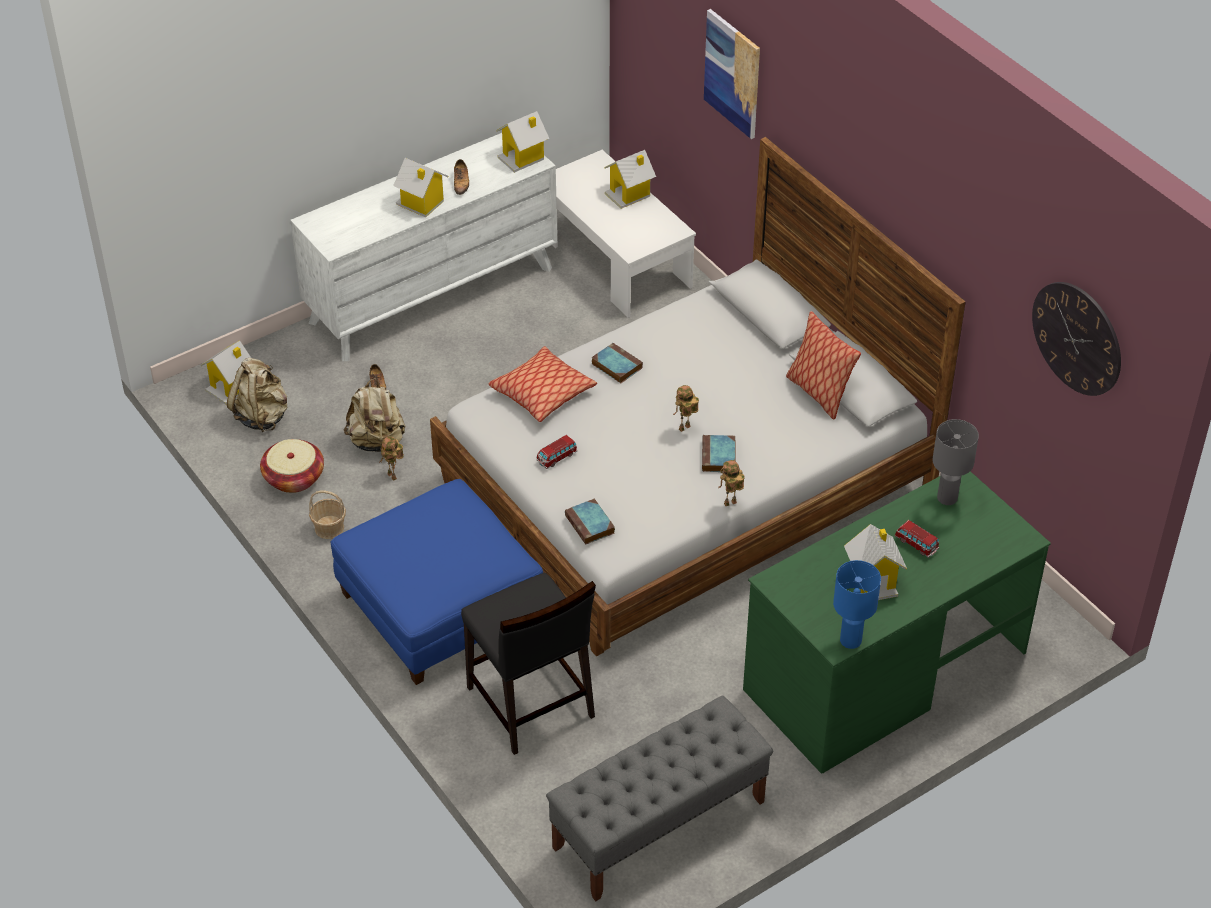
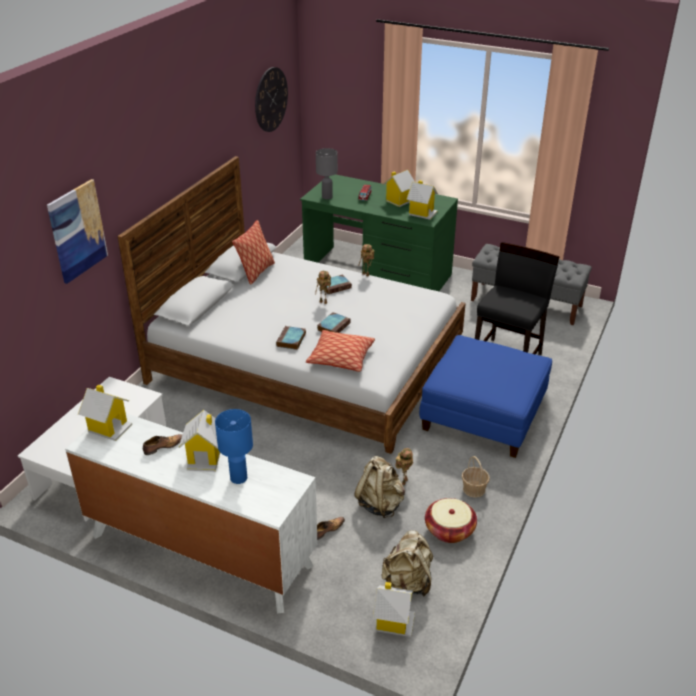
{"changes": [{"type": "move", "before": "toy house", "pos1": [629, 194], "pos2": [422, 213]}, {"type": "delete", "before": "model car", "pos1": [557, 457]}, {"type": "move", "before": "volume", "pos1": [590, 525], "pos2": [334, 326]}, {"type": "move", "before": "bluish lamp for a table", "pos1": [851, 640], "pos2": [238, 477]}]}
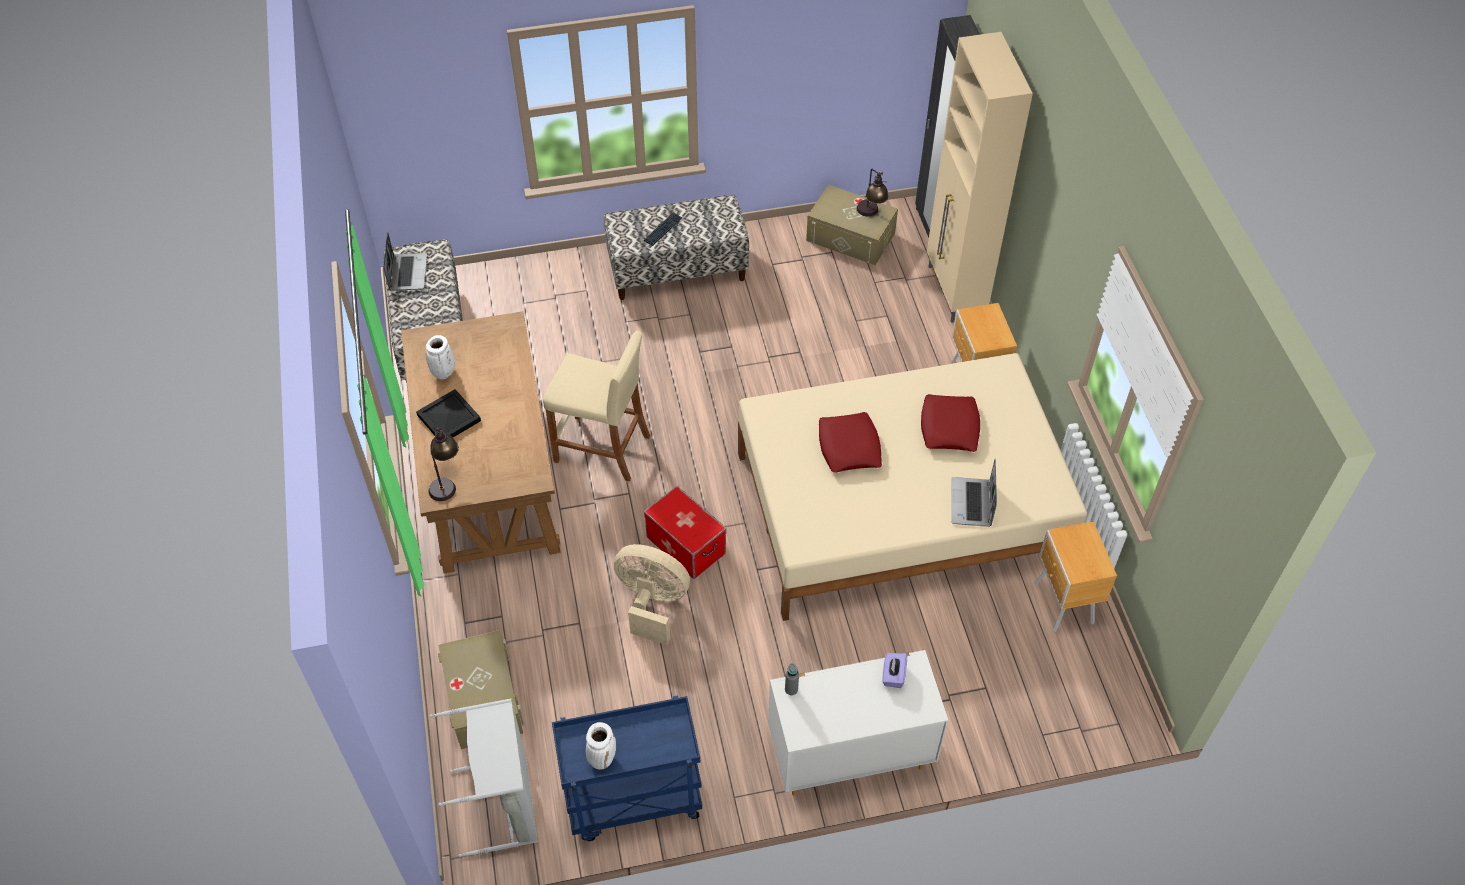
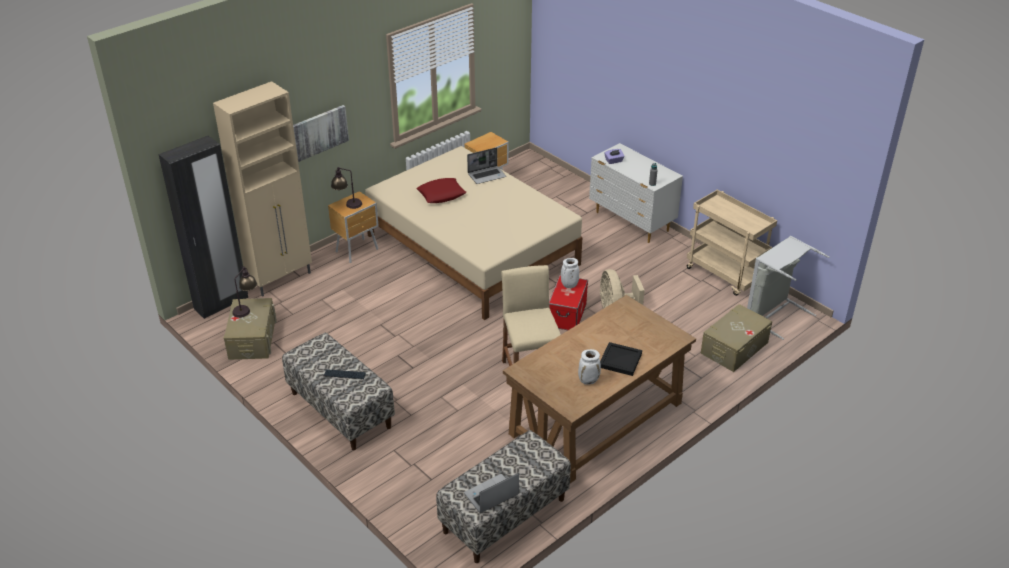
{"changes": [{"type": "delete", "before": "red cushion", "pos1": [849, 447]}, {"type": "move", "before": "lamp for a table", "pos1": [446, 481], "pos2": [347, 205]}, {"type": "recolor", "before": "bluish trolley", "after": "sand-coloured trolley", "pos1": [632, 801], "pos2": [725, 275]}, {"type": "move", "before": "whitish flower vase", "pos1": [602, 758], "pos2": [569, 285]}, {"type": "insert", "after": "wall art", "pos2": [319, 132]}]}
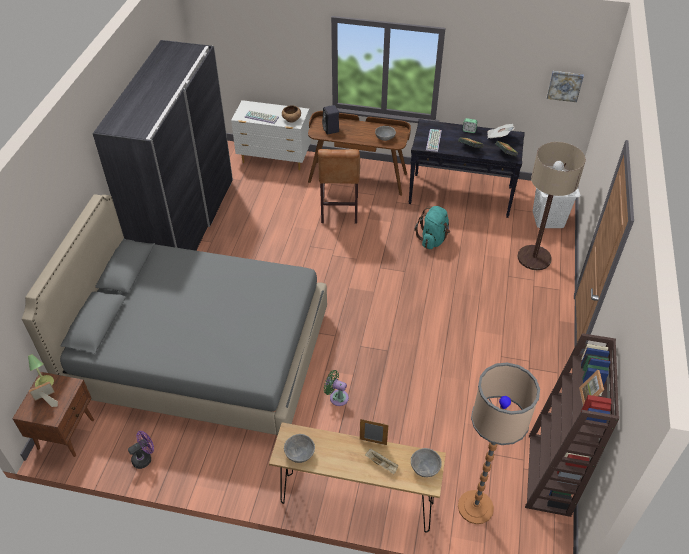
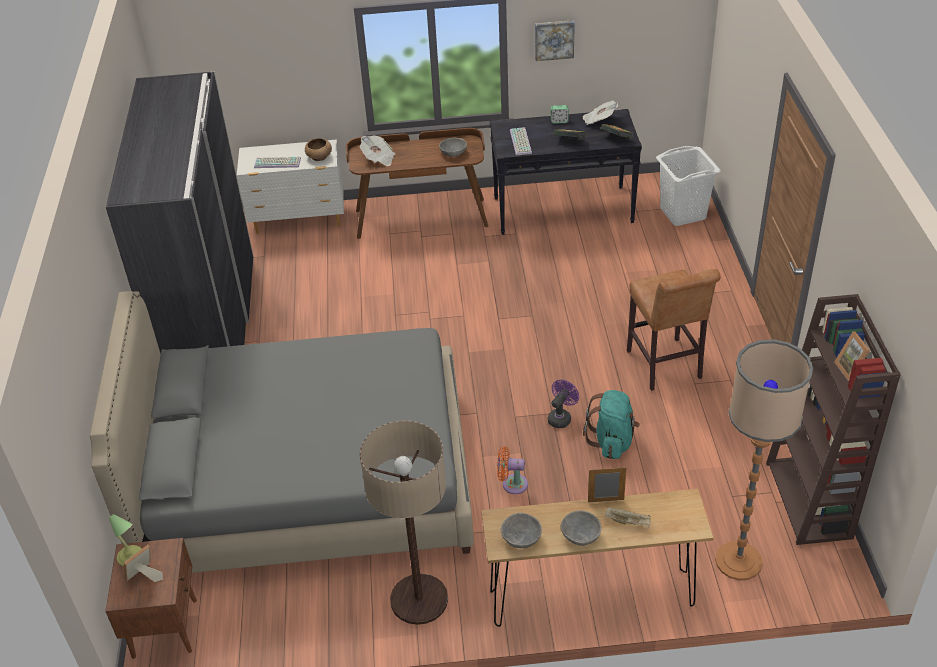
{"changes": [{"type": "move", "before": "wall art", "pos1": [564, 85], "pos2": [554, 39]}, {"type": "replace", "before": "black speaker", "after": "newspaper", "pos1": [331, 130], "pos2": [378, 158]}, {"type": "move", "before": "standing lamp", "pos1": [534, 258], "pos2": [419, 599]}, {"type": "move", "before": "brown-coloured stool", "pos1": [339, 212], "pos2": [665, 367]}, {"type": "move", "before": "turquoise knapsack", "pos1": [433, 239], "pos2": [612, 441]}, {"type": "recolor", "before": "greenish cooling fan", "after": "orange-coloured cooling fan", "pos1": [337, 397], "pos2": [512, 484]}, {"type": "move", "before": "purple-coloured cooling fan", "pos1": [144, 458], "pos2": [561, 417]}, {"type": "move", "before": "grey serving bowl", "pos1": [424, 467], "pos2": [580, 535]}]}
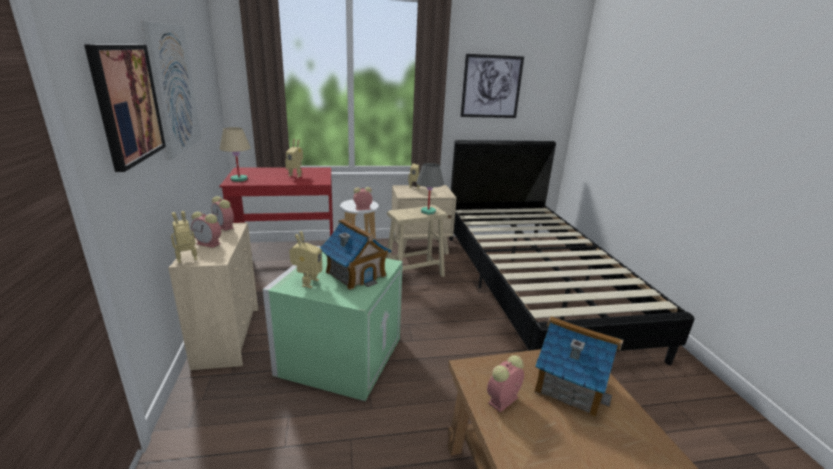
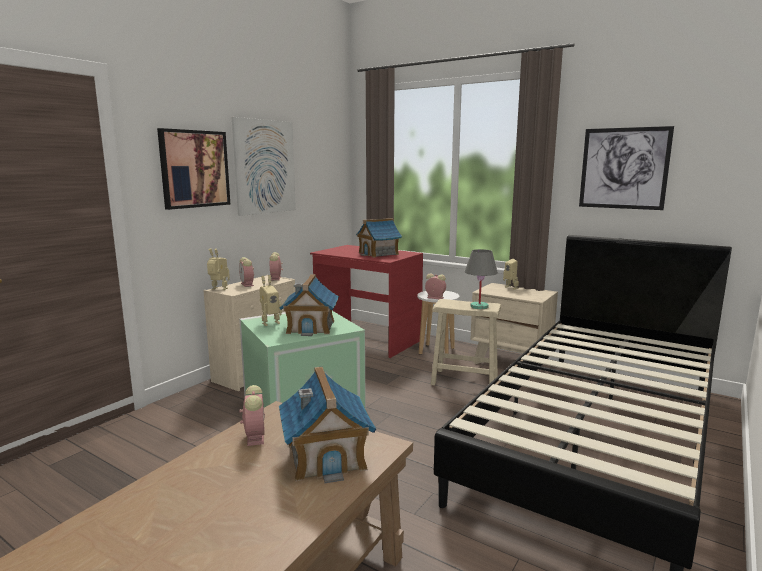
{"changes": [{"type": "delete", "before": "sand-coloured lamp for a table", "pos1": [238, 179]}, {"type": "replace", "before": "model robot", "after": "toy house", "pos1": [296, 175], "pos2": [378, 253]}, {"type": "rotate", "before": "alarm clock", "pos1": [502, 401], "pos2": [255, 436], "turn": 75}]}
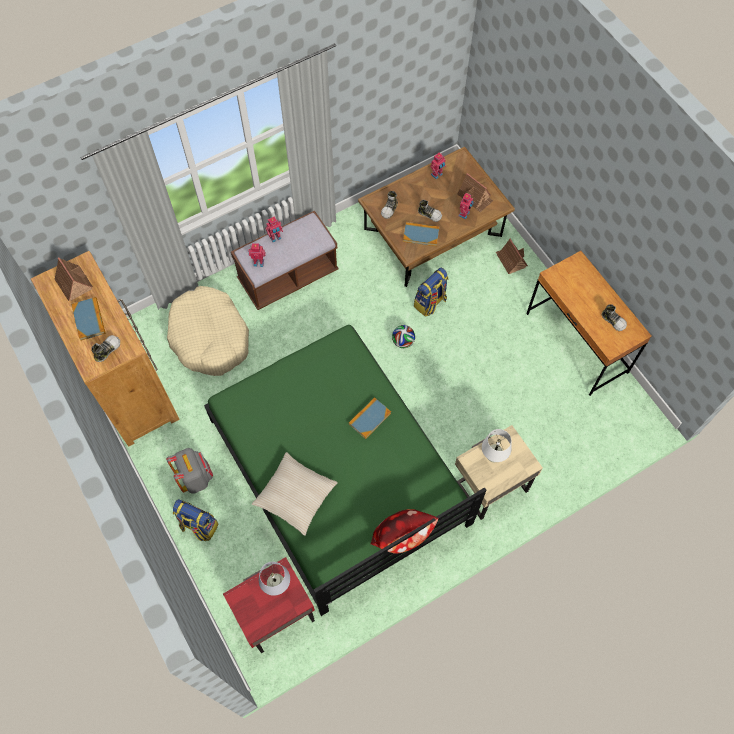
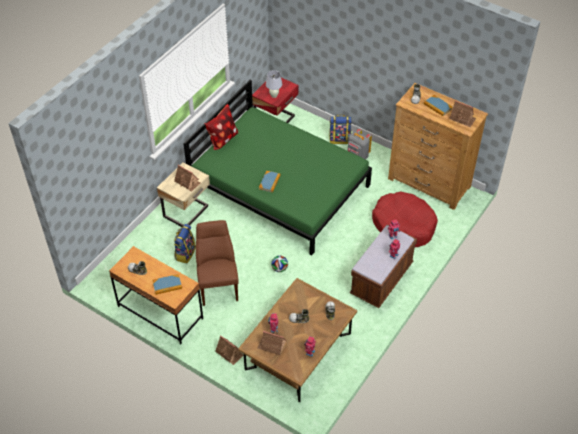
{"changes": [{"type": "move", "before": "volume", "pos1": [421, 235], "pos2": [167, 285]}, {"type": "move", "before": "knapsack", "pos1": [430, 303], "pos2": [185, 253]}, {"type": "recolor", "before": "sand-coloured dog bed", "after": "red dog bed", "pos1": [210, 337], "pos2": [404, 225]}, {"type": "replace", "before": "whitish lamp for a table", "after": "toy house", "pos1": [493, 457], "pos2": [187, 182]}, {"type": "delete", "before": "sand-coloured cushion", "pos1": [295, 496]}, {"type": "insert", "after": "brown-coloured chair", "pos2": [218, 284]}]}
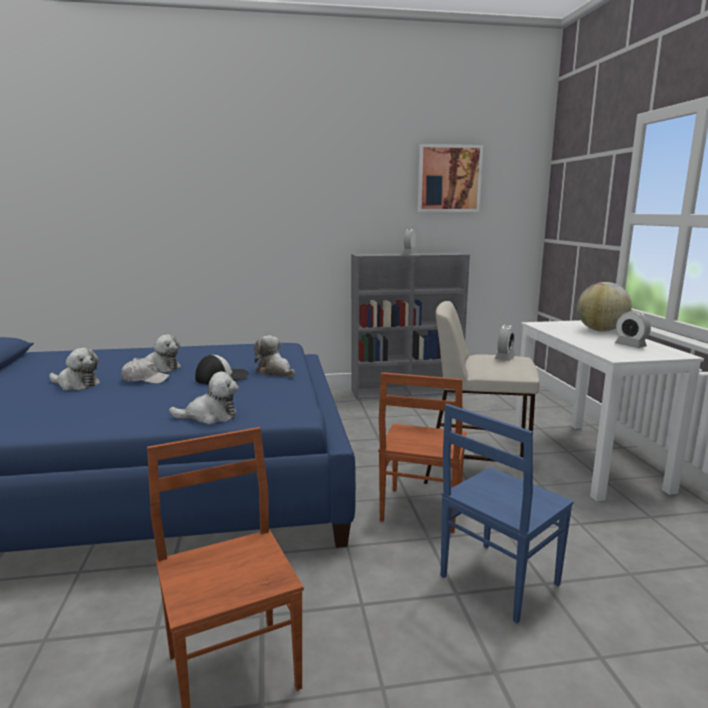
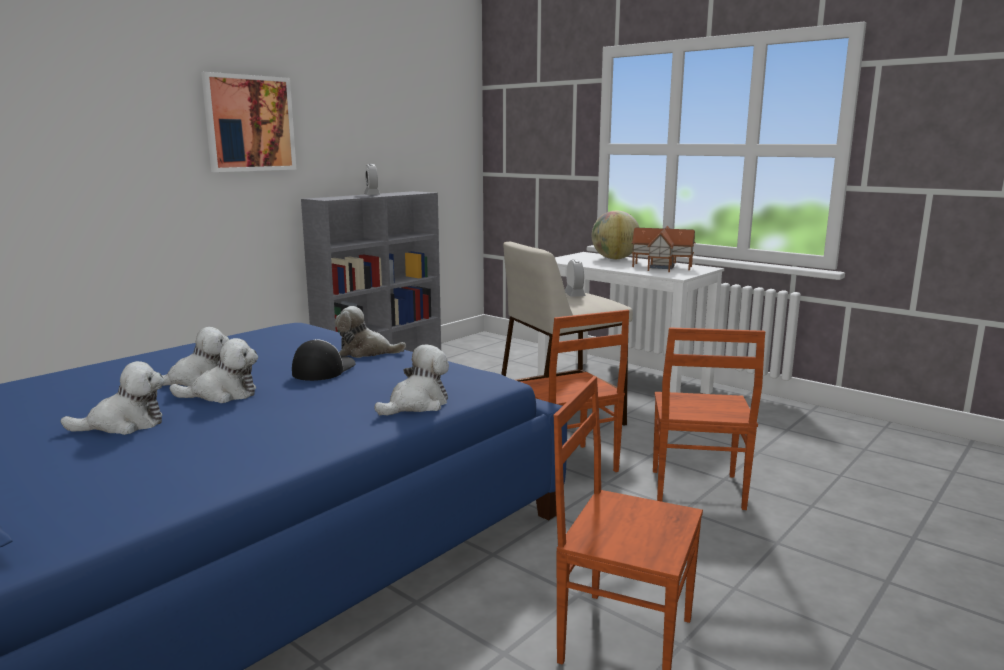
{"changes": [{"type": "move", "before": "wall art", "pos1": [449, 178], "pos2": [249, 123]}, {"type": "replace", "before": "alarm clock", "after": "toy house", "pos1": [630, 345], "pos2": [663, 266]}, {"type": "replace", "before": "whitish cap", "after": "cuddly toy", "pos1": [145, 379], "pos2": [223, 394]}, {"type": "recolor", "before": "bluish chair", "after": "brown-coloured chair", "pos1": [497, 580], "pos2": [695, 490]}]}
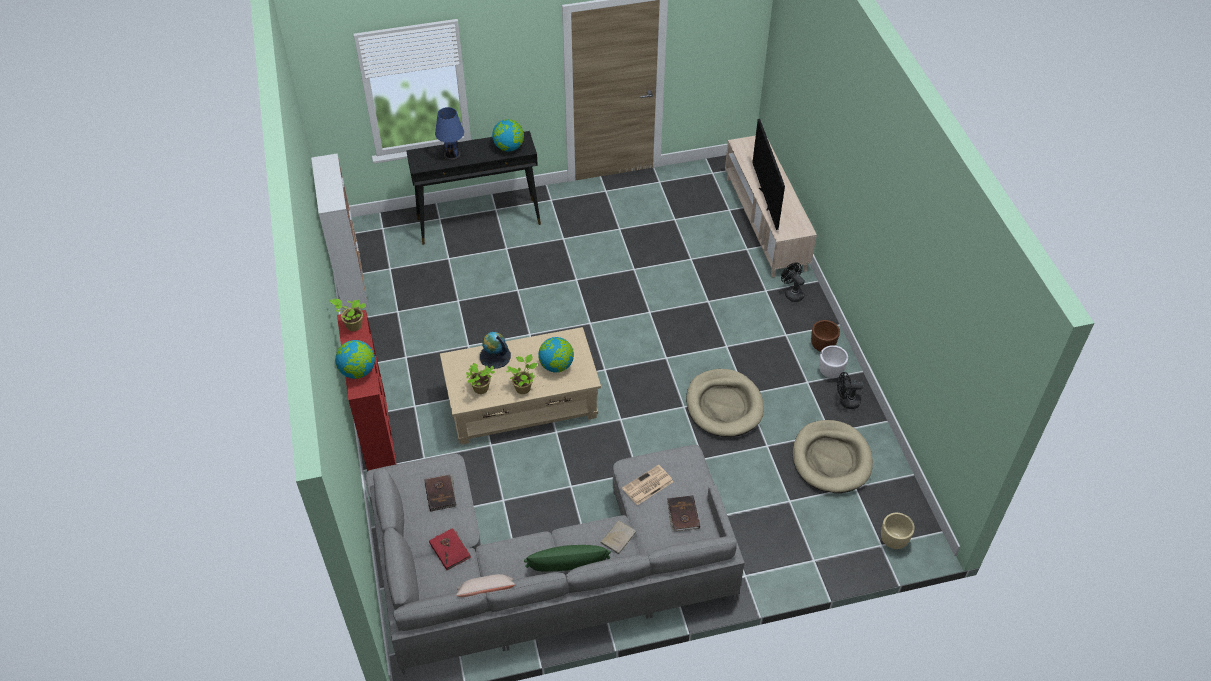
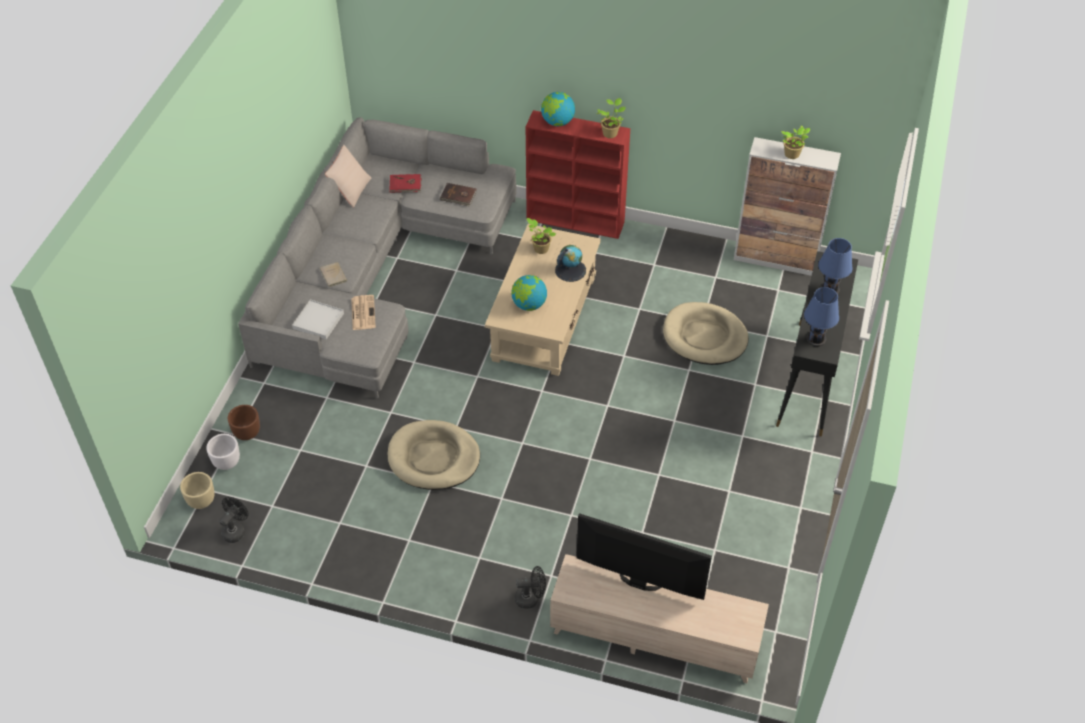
{"changes": [{"type": "replace", "before": "world globe", "after": "bluish lamp for a table", "pos1": [509, 147], "pos2": [816, 337]}, {"type": "move", "before": "brown-coloured plant pot", "pos1": [823, 346], "pos2": [246, 433]}, {"type": "move", "before": "whitish plant pot", "pos1": [830, 372], "pos2": [226, 462]}, {"type": "move", "before": "houseplant", "pos1": [523, 387], "pos2": [792, 155]}, {"type": "move", "before": "black cooling fan", "pos1": [846, 401], "pos2": [235, 530]}, {"type": "move", "before": "sand-coloured dog bed", "pos1": [831, 459], "pos2": [704, 337]}, {"type": "replace", "before": "brown-coloured volume", "after": "whitish carrying tray", "pos1": [682, 515], "pos2": [318, 321]}, {"type": "delete", "before": "greenish cushion", "pos1": [567, 565]}]}
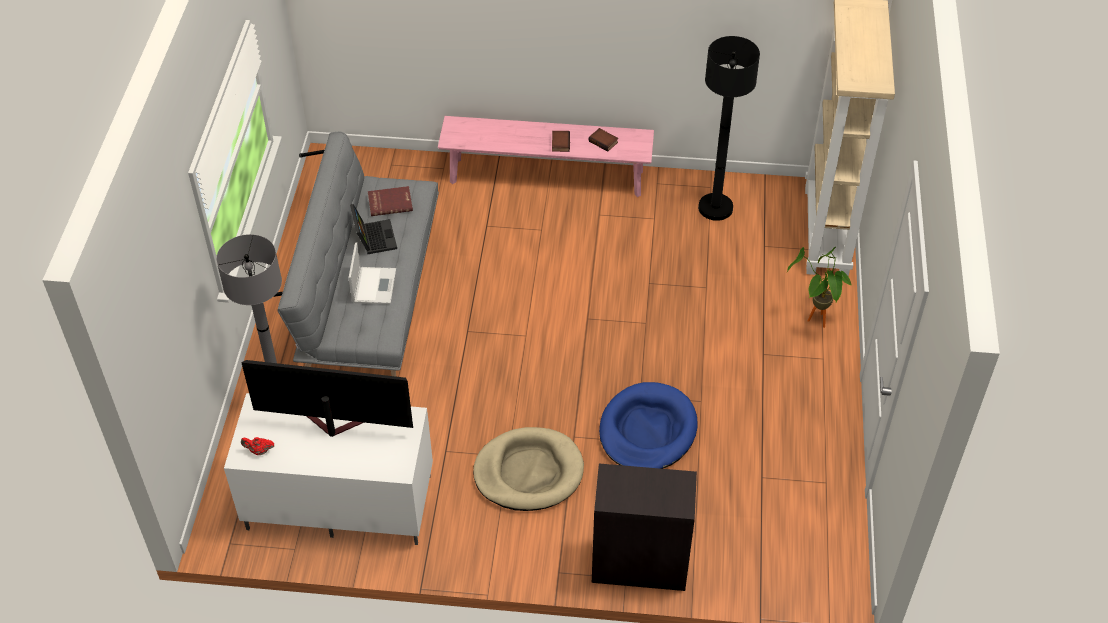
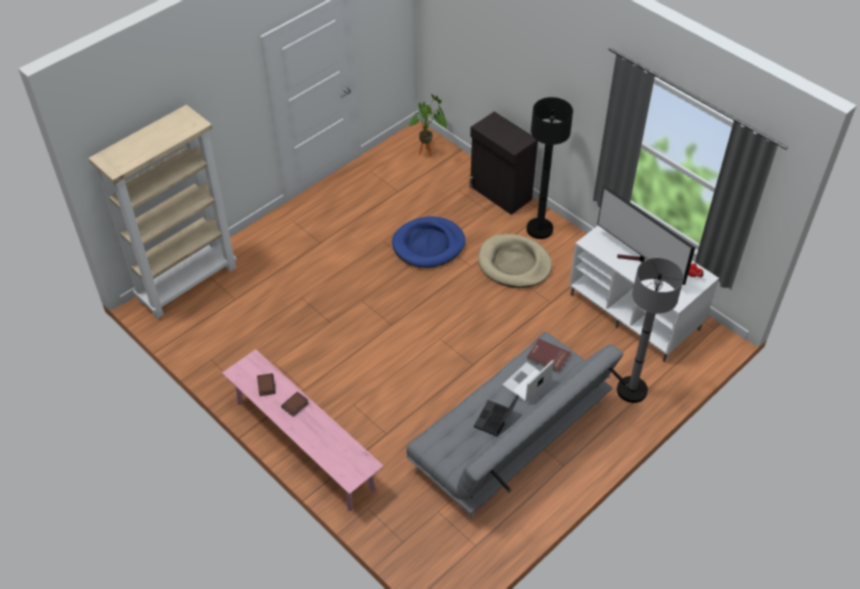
{"changes": [{"type": "move", "before": "black standing lamp", "pos1": [715, 208], "pos2": [539, 229]}, {"type": "move", "before": "red volume", "pos1": [390, 202], "pos2": [548, 357]}, {"type": "move", "before": "houseplant", "pos1": [815, 323], "pos2": [429, 153]}]}
